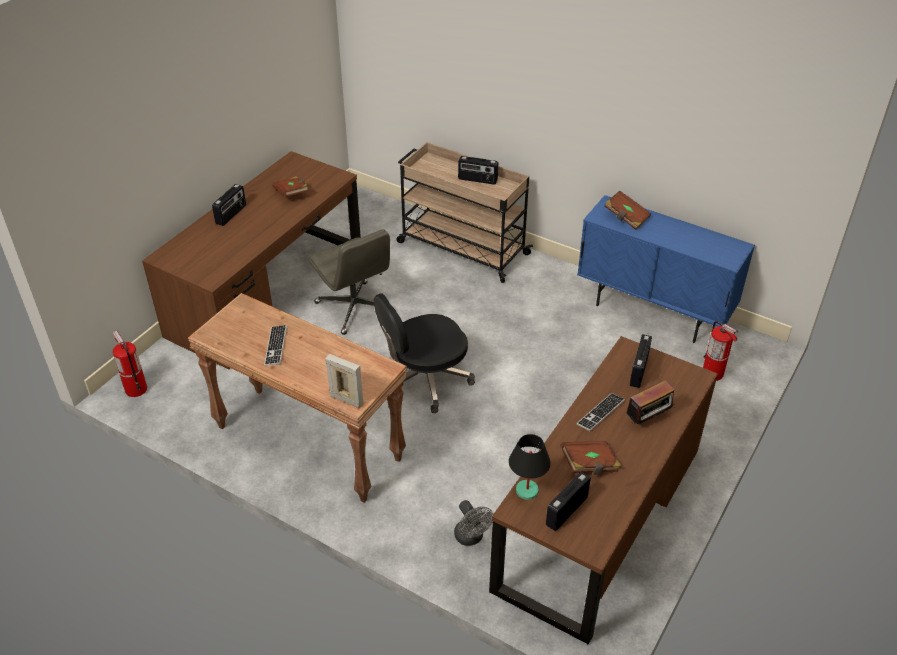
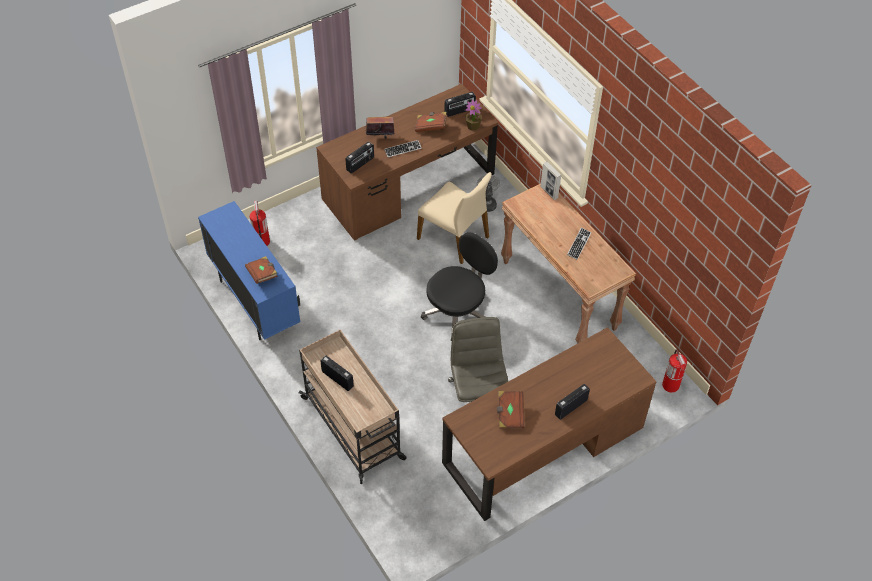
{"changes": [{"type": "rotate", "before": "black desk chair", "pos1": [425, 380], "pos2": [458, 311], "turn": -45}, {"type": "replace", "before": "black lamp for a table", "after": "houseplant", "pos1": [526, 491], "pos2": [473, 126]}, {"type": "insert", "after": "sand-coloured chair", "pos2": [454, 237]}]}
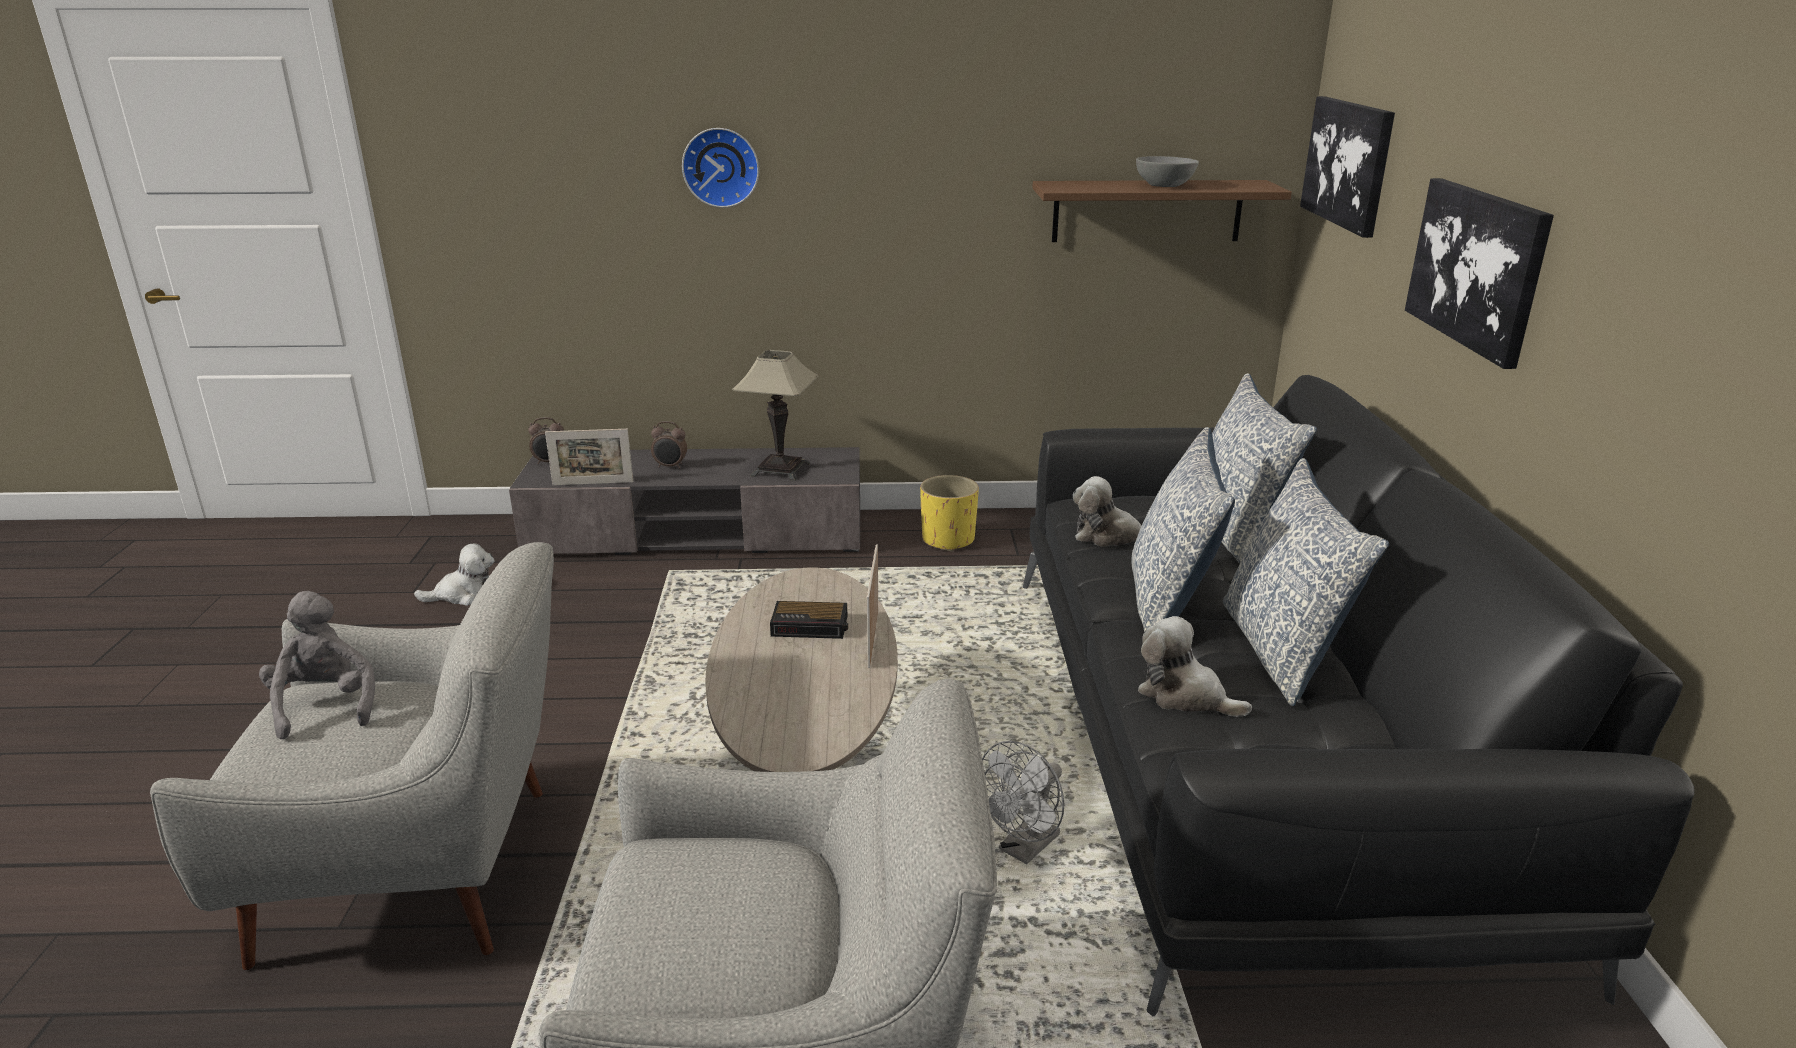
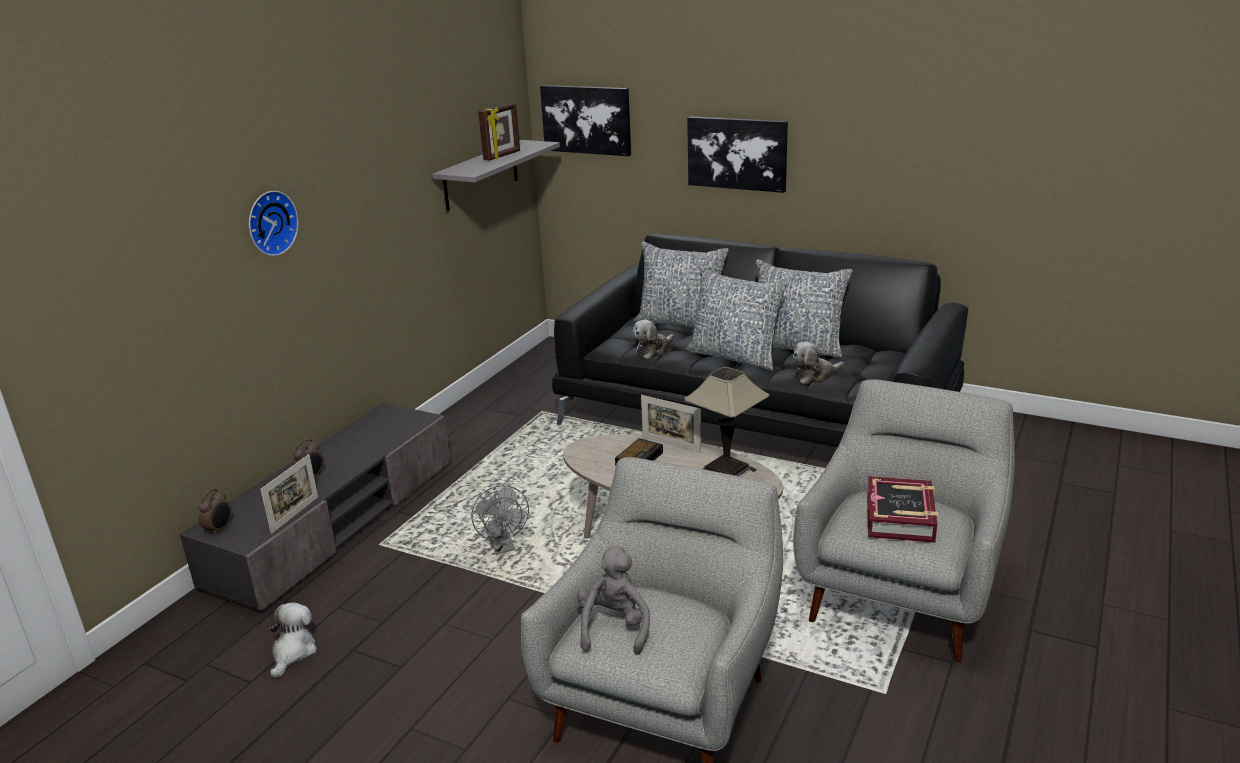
{"changes": [{"type": "replace", "before": "grey serving bowl", "after": "picture frame", "pos1": [1164, 186], "pos2": [502, 156]}, {"type": "recolor", "before": "brown-coloured wall shelf", "after": "grey wall shelf", "pos1": [1147, 211], "pos2": [481, 175]}, {"type": "move", "before": "lamp for a table", "pos1": [780, 469], "pos2": [726, 471]}, {"type": "delete", "before": "yellow plant pot", "pos1": [948, 540]}, {"type": "rotate", "before": "grey cuddly toy", "pos1": [326, 705], "pos2": [614, 628], "turn": 90}, {"type": "move", "before": "grey cooling fan", "pos1": [1024, 849], "pos2": [503, 547]}, {"type": "insert", "after": "volume", "pos2": [901, 517]}]}
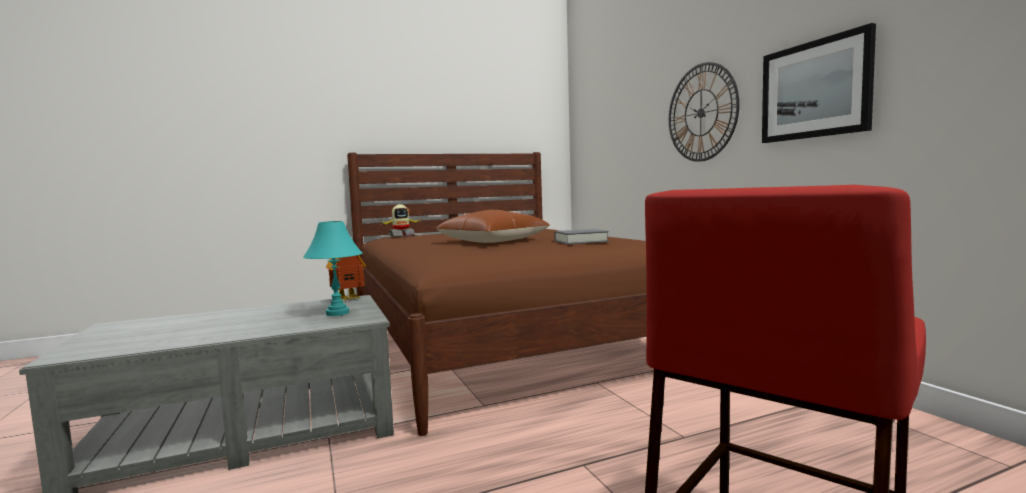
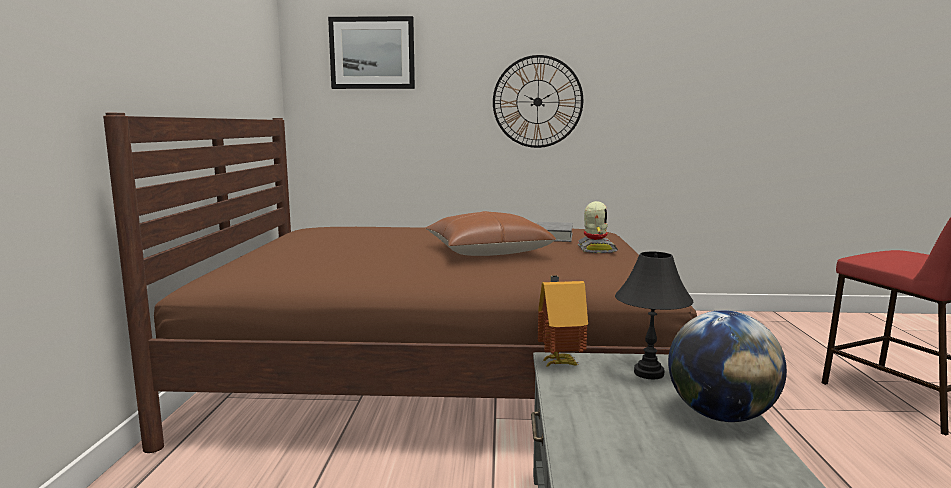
{"changes": [{"type": "move", "before": "wall art", "pos1": [814, 90], "pos2": [372, 53]}, {"type": "move", "before": "model robot", "pos1": [401, 236], "pos2": [595, 249]}, {"type": "recolor", "before": "turquoise lamp for a table", "after": "black lamp for a table", "pos1": [337, 313], "pos2": [648, 373]}, {"type": "insert", "after": "world globe", "pos2": [721, 416]}]}
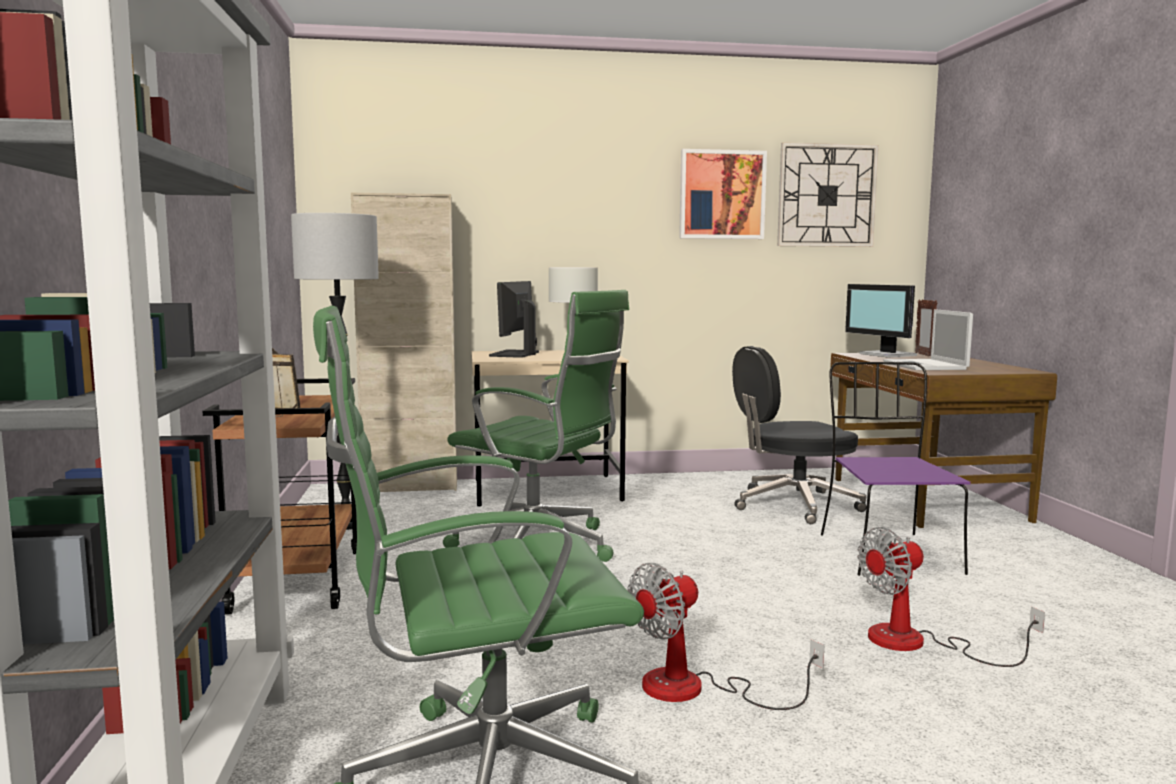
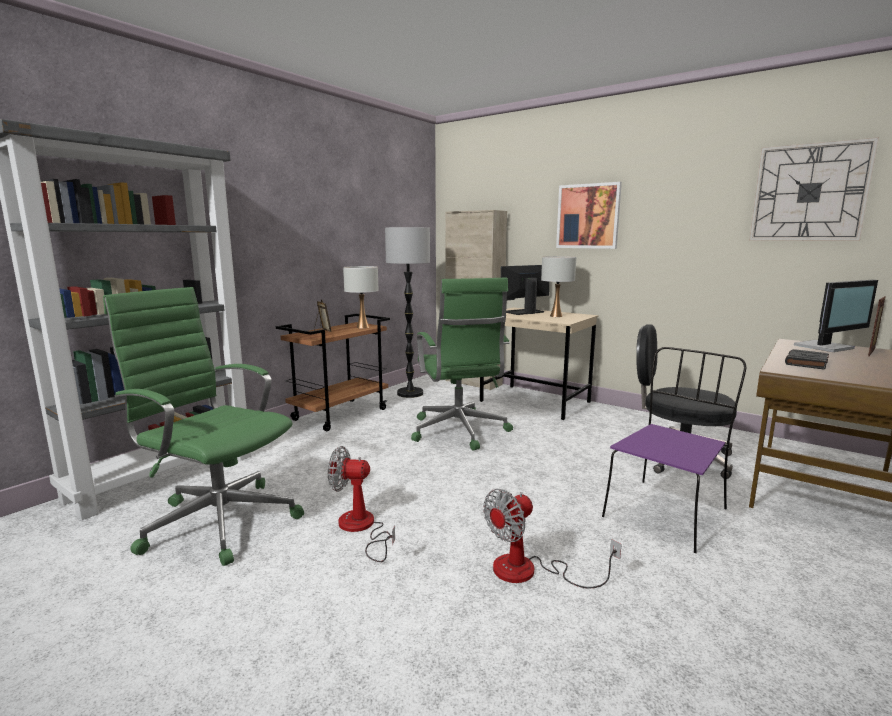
{"changes": [{"type": "move", "before": "wall art", "pos1": [722, 195], "pos2": [588, 216]}, {"type": "rotate", "before": "computer screen", "pos1": [886, 355], "pos2": [826, 347], "turn": -135}, {"type": "replace", "before": "portable computer", "after": "black volume", "pos1": [926, 366], "pos2": [806, 363]}, {"type": "rotate", "before": "cooling fan", "pos1": [917, 643], "pos2": [530, 571], "turn": -60}, {"type": "insert", "after": "whitish lamp for a table", "pos2": [362, 327]}]}
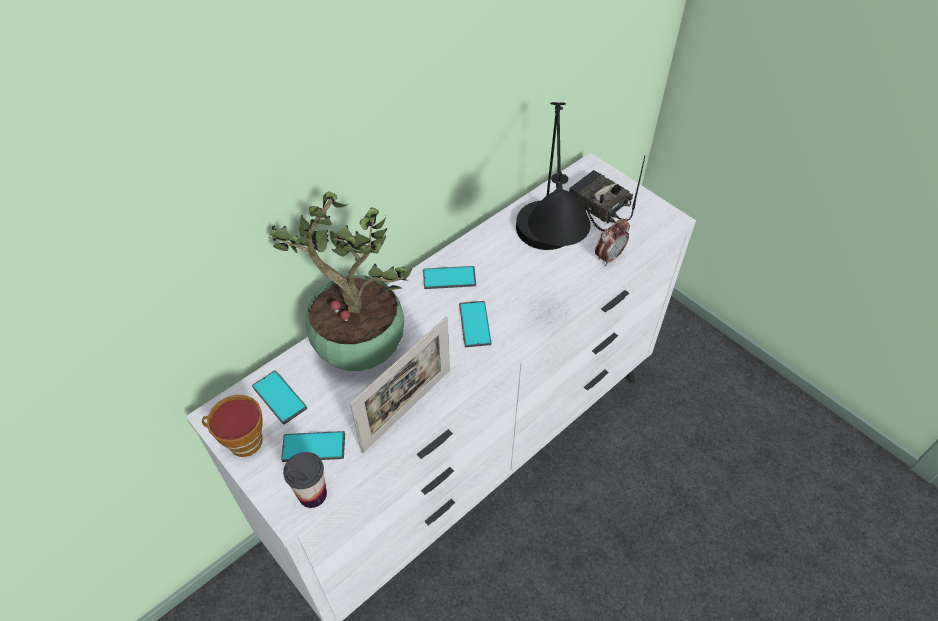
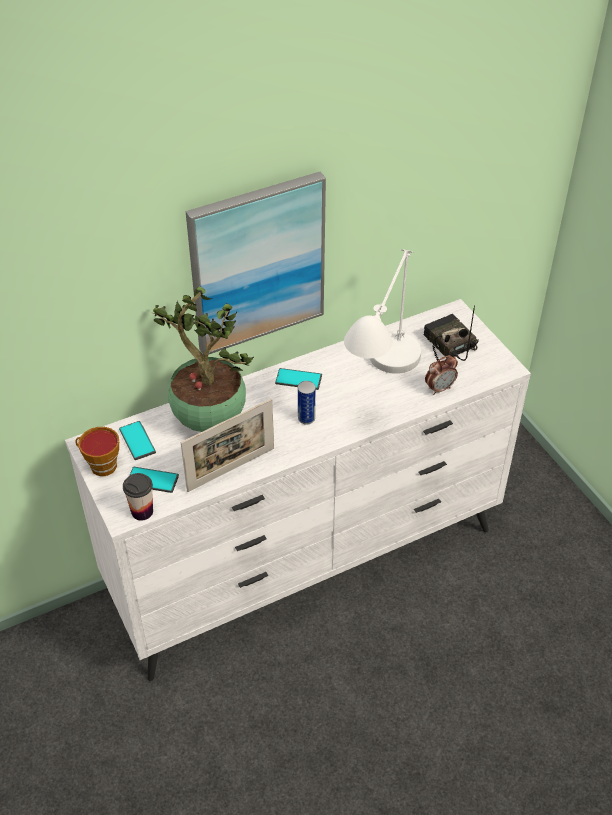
{"changes": [{"type": "recolor", "before": "black lamp for a table", "after": "whitish lamp for a table", "pos1": [545, 268], "pos2": [381, 387]}, {"type": "replace", "before": "phone", "after": "sealed can", "pos1": [474, 324], "pos2": [306, 418]}, {"type": "insert", "after": "wall art", "pos2": [257, 263]}]}
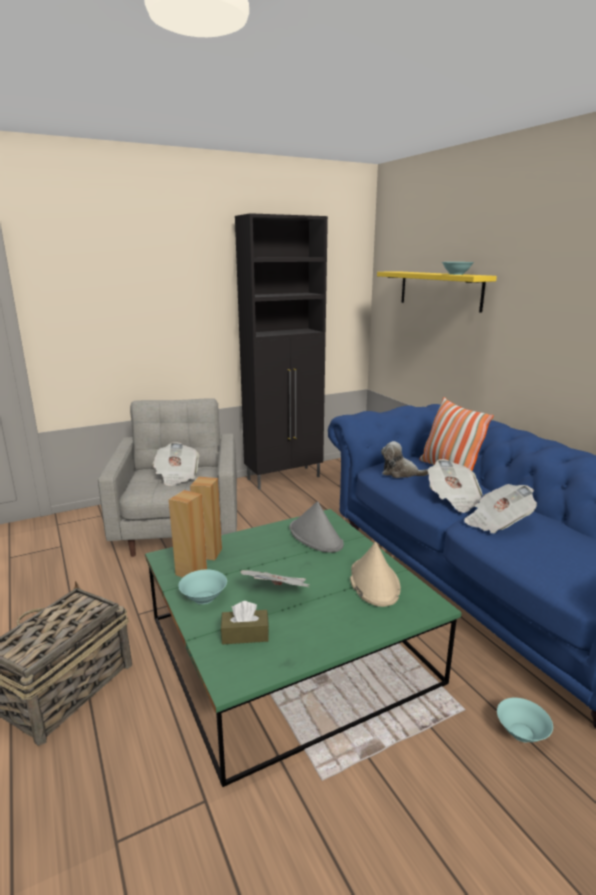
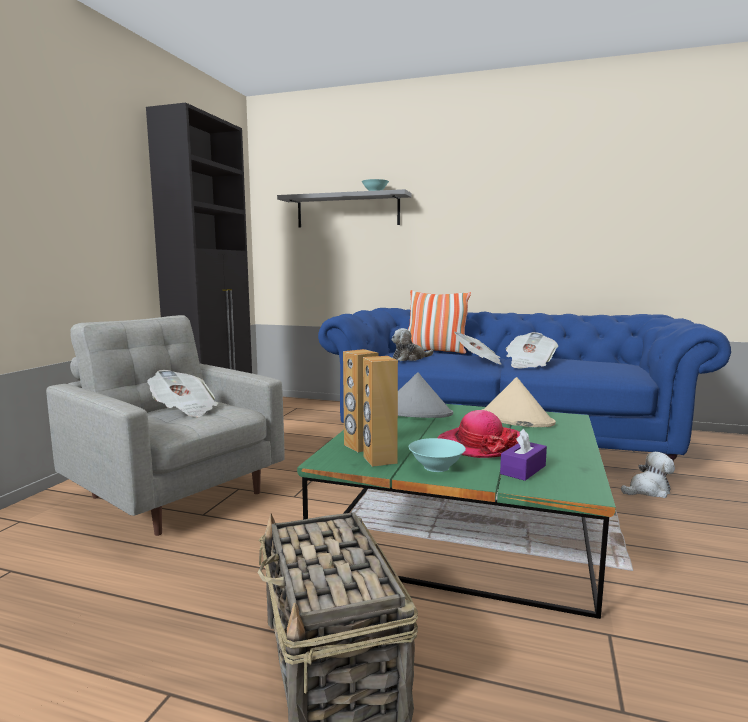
{"changes": [{"type": "recolor", "before": "yellow wall shelf", "after": "grey wall shelf", "pos1": [440, 290], "pos2": [347, 211]}, {"type": "replace", "before": "newspaper", "after": "clothing hat", "pos1": [278, 594], "pos2": [480, 445]}, {"type": "recolor", "before": "brown-coloured tissue box", "after": "purple-coloured tissue box", "pos1": [245, 635], "pos2": [523, 470]}, {"type": "replace", "before": "turquoise serving bowl", "after": "cuddly toy", "pos1": [521, 732], "pos2": [648, 490]}]}
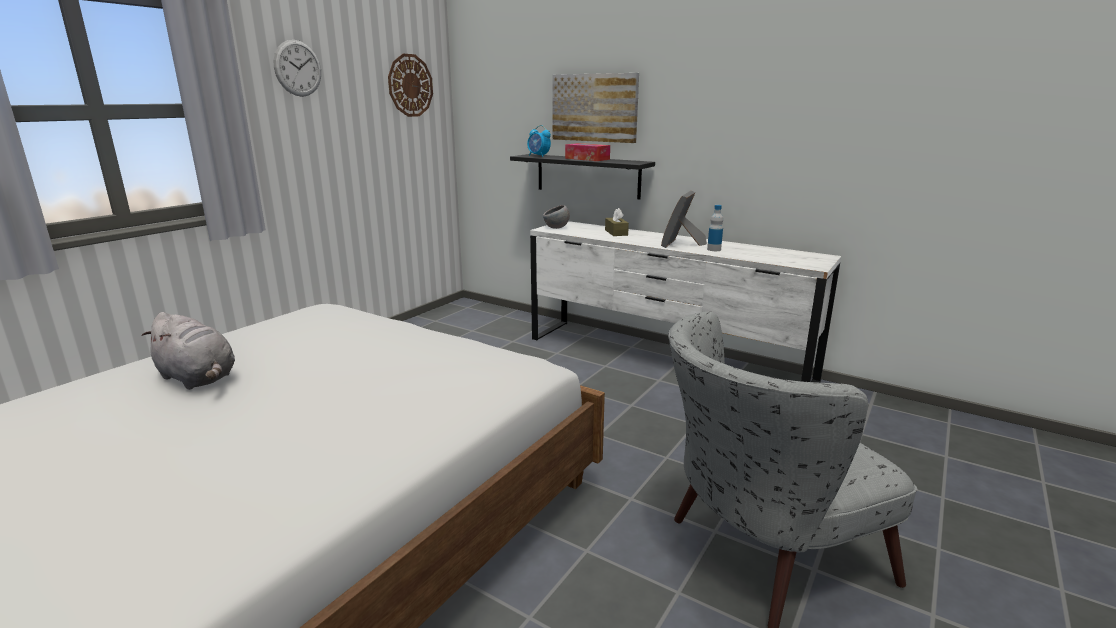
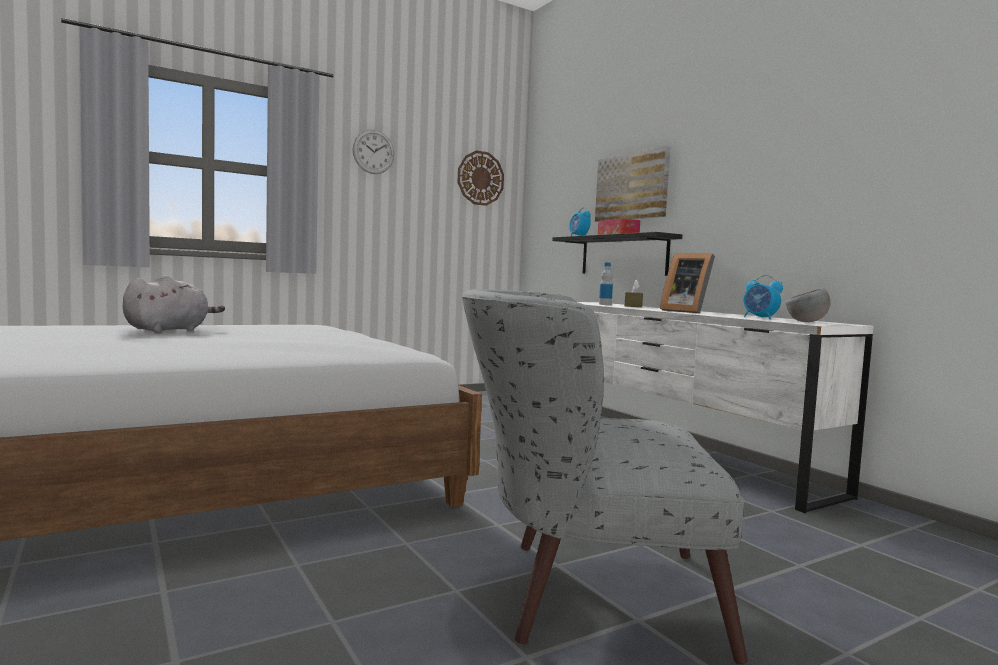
{"changes": [{"type": "rotate", "before": "picture frame", "pos1": [681, 244], "pos2": [686, 311], "turn": -90}, {"type": "move", "before": "grey serving bowl", "pos1": [556, 228], "pos2": [806, 322]}, {"type": "move", "before": "beverage bottle", "pos1": [714, 249], "pos2": [605, 304]}, {"type": "rotate", "before": "grey cuddly toy", "pos1": [198, 378], "pos2": [170, 330], "turn": -120}, {"type": "insert", "after": "alarm clock", "pos2": [760, 318]}]}
